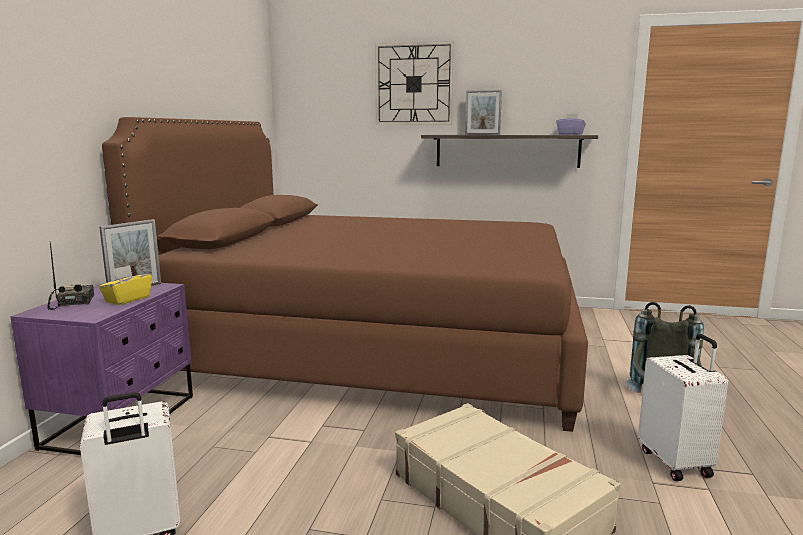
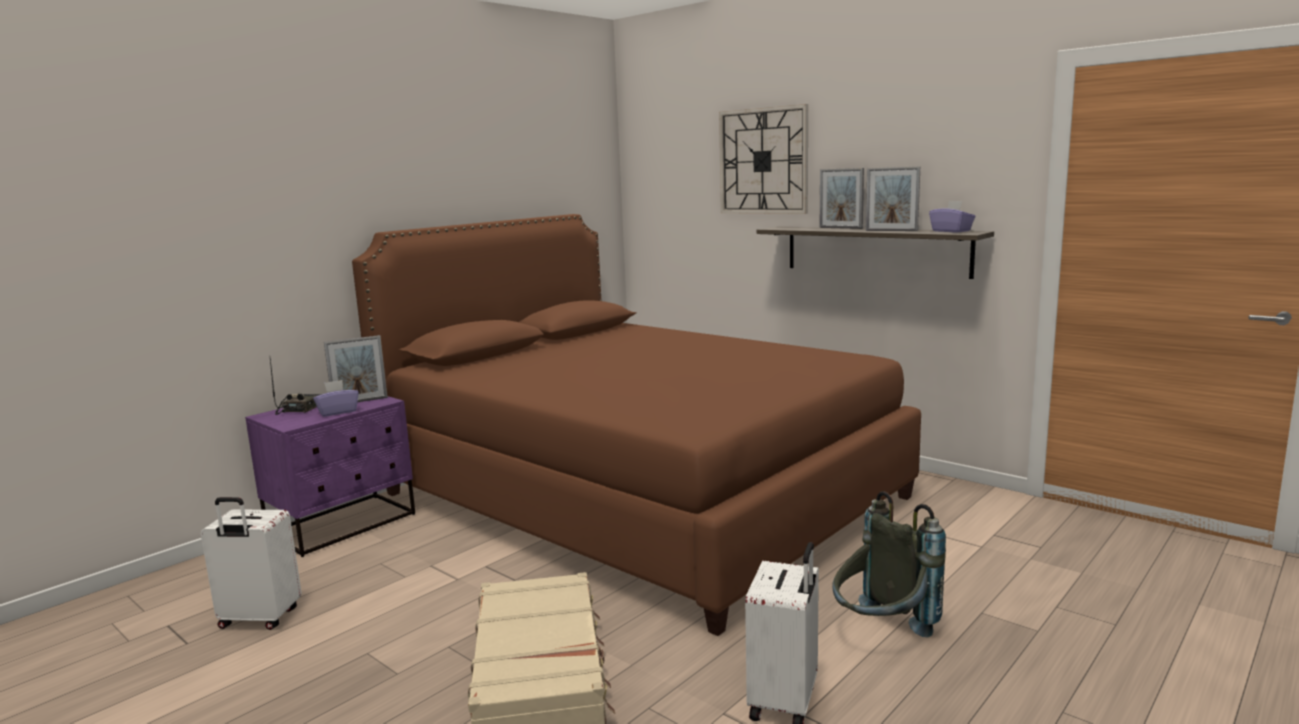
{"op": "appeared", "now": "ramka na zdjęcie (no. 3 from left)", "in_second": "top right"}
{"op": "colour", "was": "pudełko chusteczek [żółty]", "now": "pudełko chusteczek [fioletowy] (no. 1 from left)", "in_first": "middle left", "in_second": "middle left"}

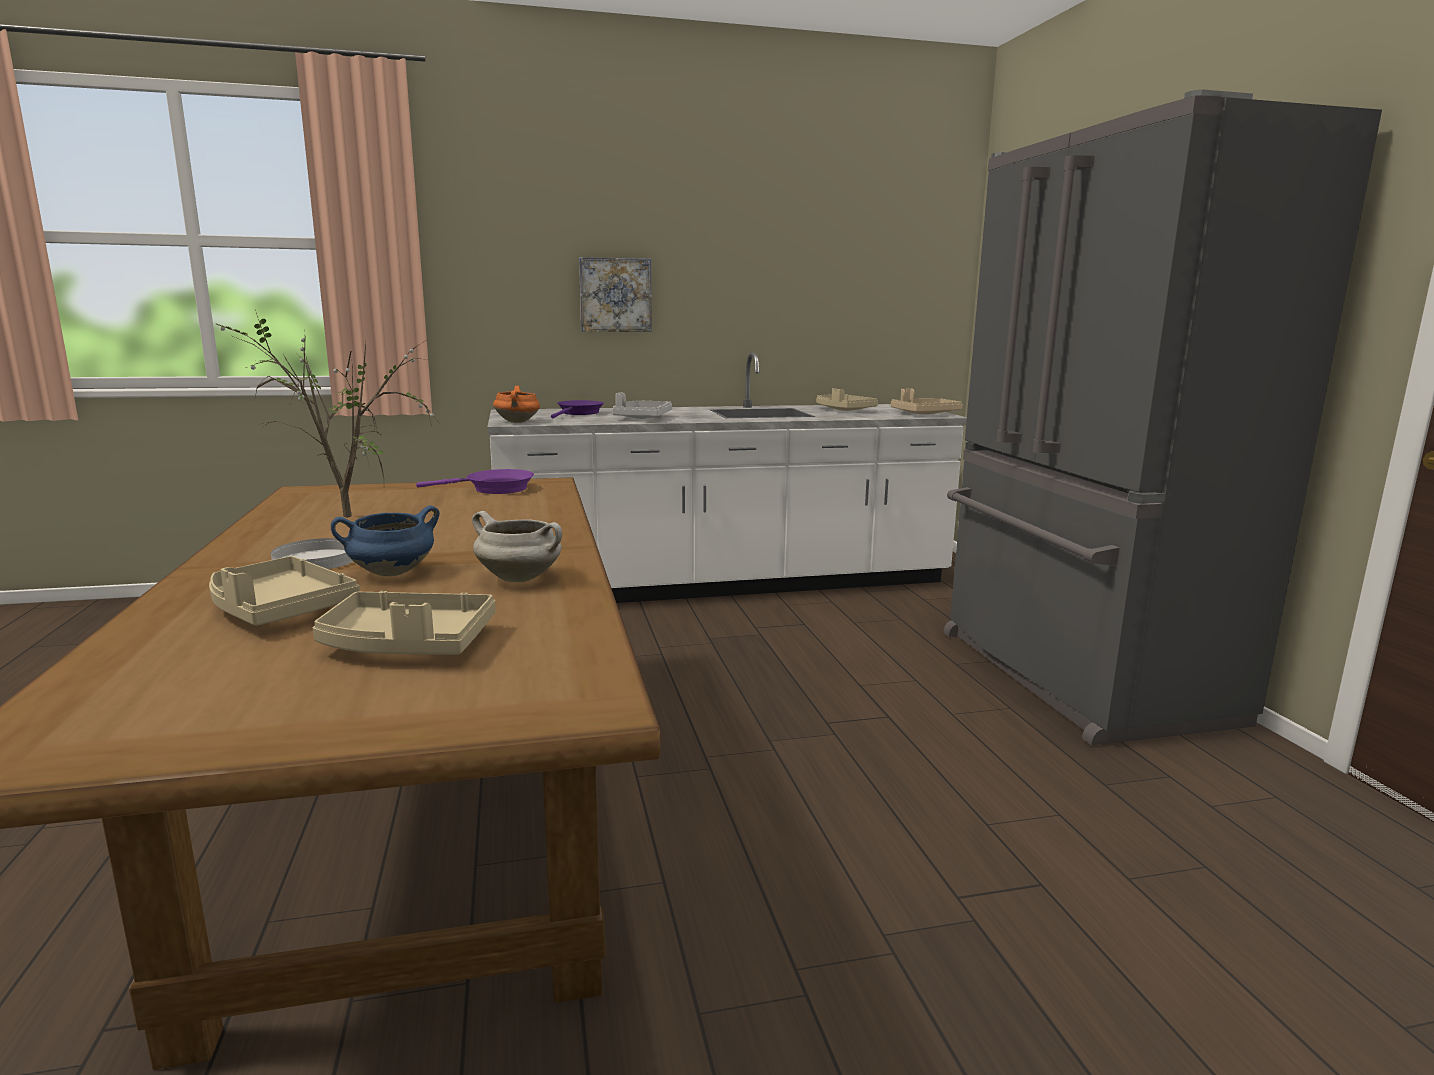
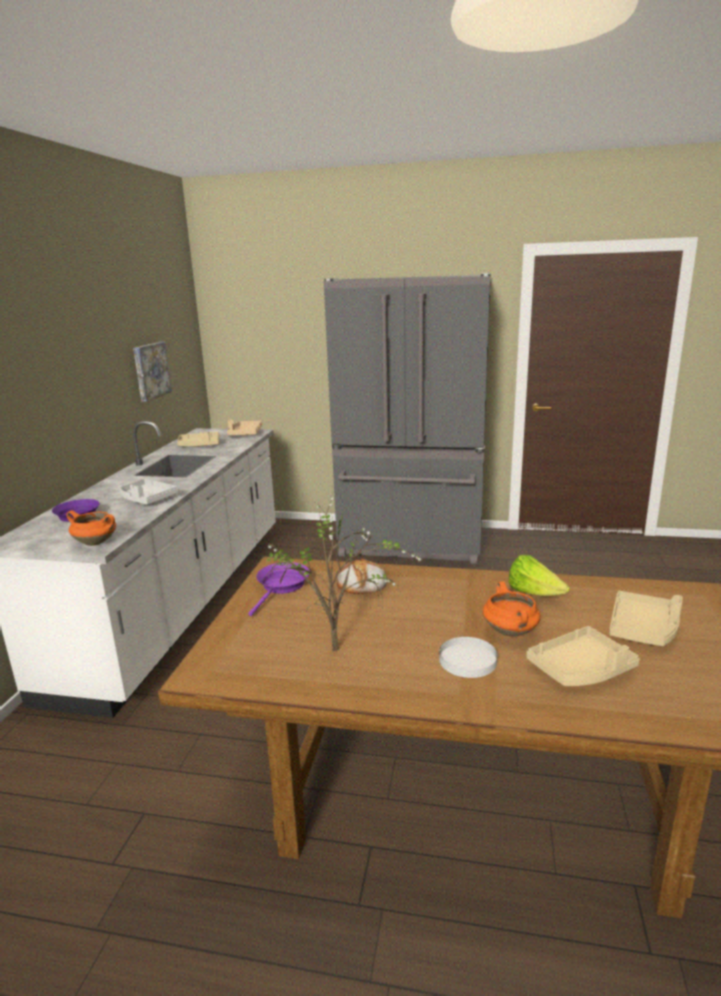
{"op": "appeared", "now": "chleb", "in_second": "centre"}
{"op": "relocated", "was": "obraz", "in_first": "top centre", "in_second": "middle left"}
{"op": "exchanged", "was": "garnek [biały]", "now": "sałata", "in_first": "centre", "in_second": "middle right"}
{"op": "colour", "was": "garnek [niebieski]", "now": "garnek [pomarańczowy] (no. 2 from left)", "in_first": "middle left", "in_second": "middle right"}

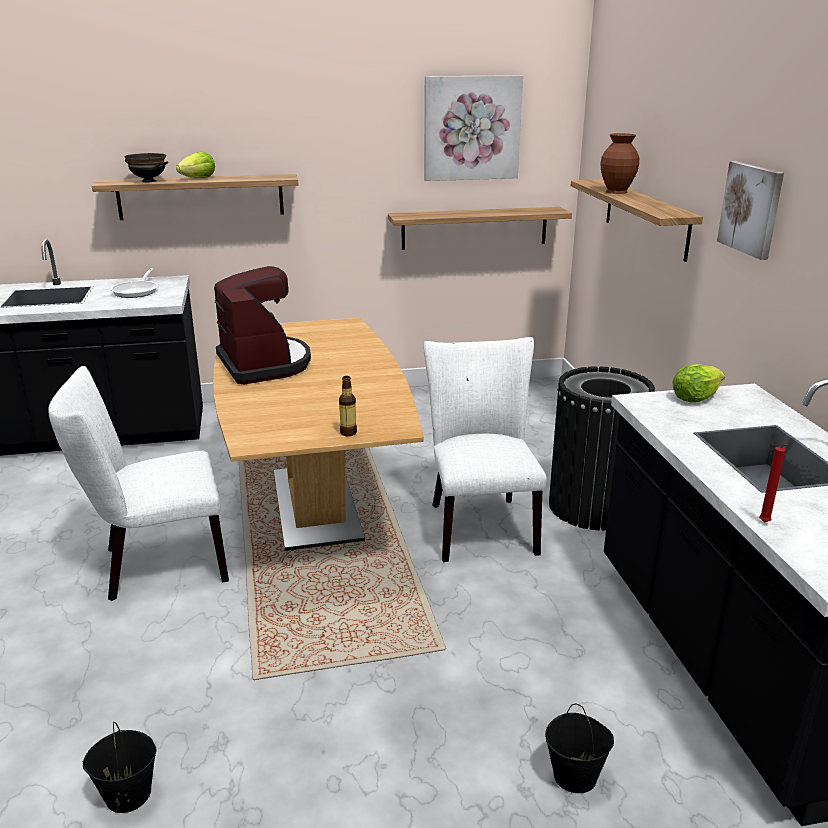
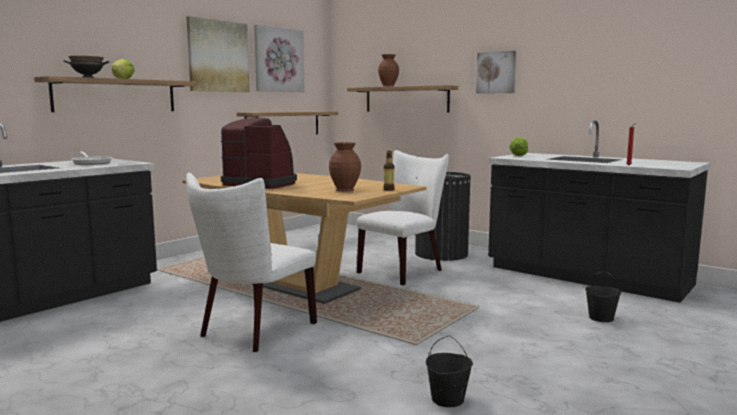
{"op": "appeared", "now": "obraz (no. 1 from left)", "in_second": "top left"}
{"op": "appeared", "now": "wazon [brązowy] (no. 1 from left)", "in_second": "centre"}
{"op": "spun", "was": "krzesło [biały] (no. 2 from left)", "in_first": "centre", "in_second": "centre", "clockwise": 90}

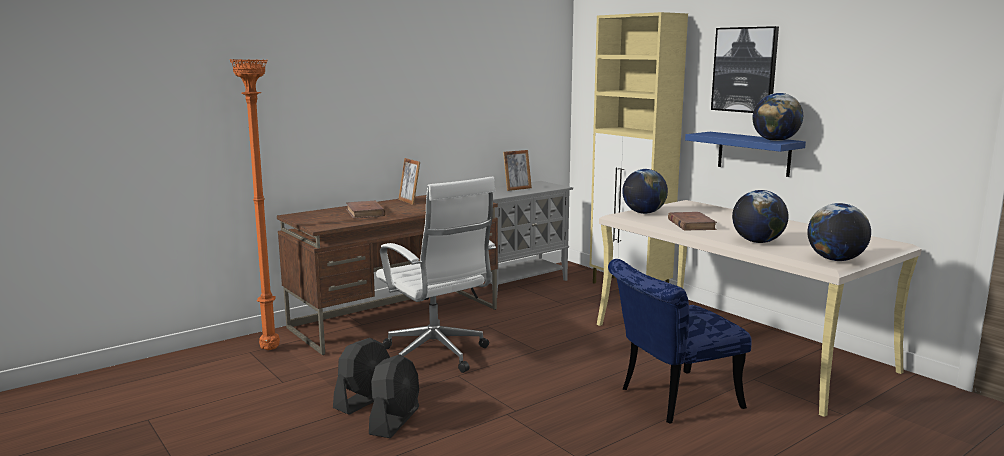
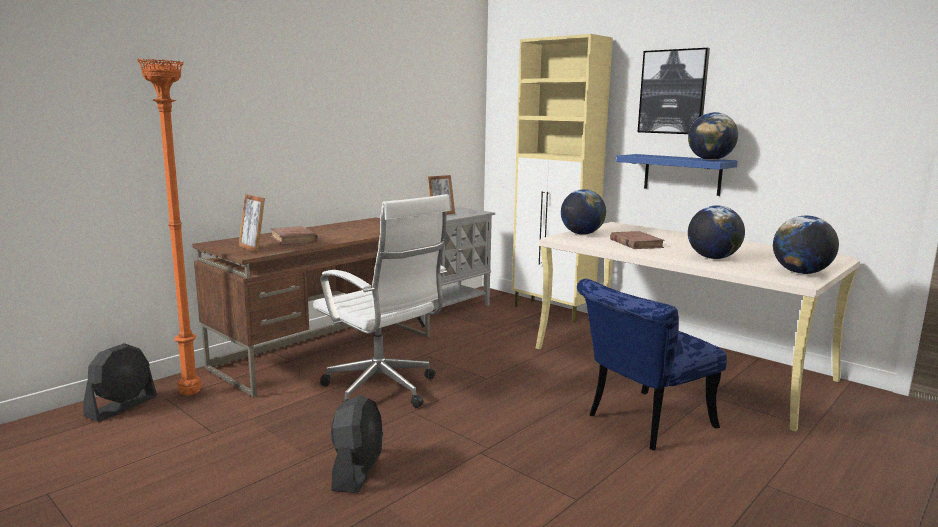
{"op": "relocated", "was": "wentylator [czarny] (no. 1 from left)", "in_first": "bottom centre", "in_second": "bottom left"}
{"op": "relocated", "was": "ramka na zdjęcie (no. 1 from left)", "in_first": "centre", "in_second": "middle left"}

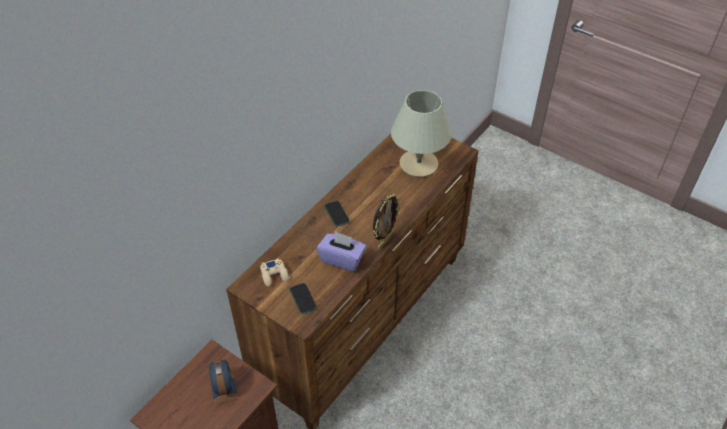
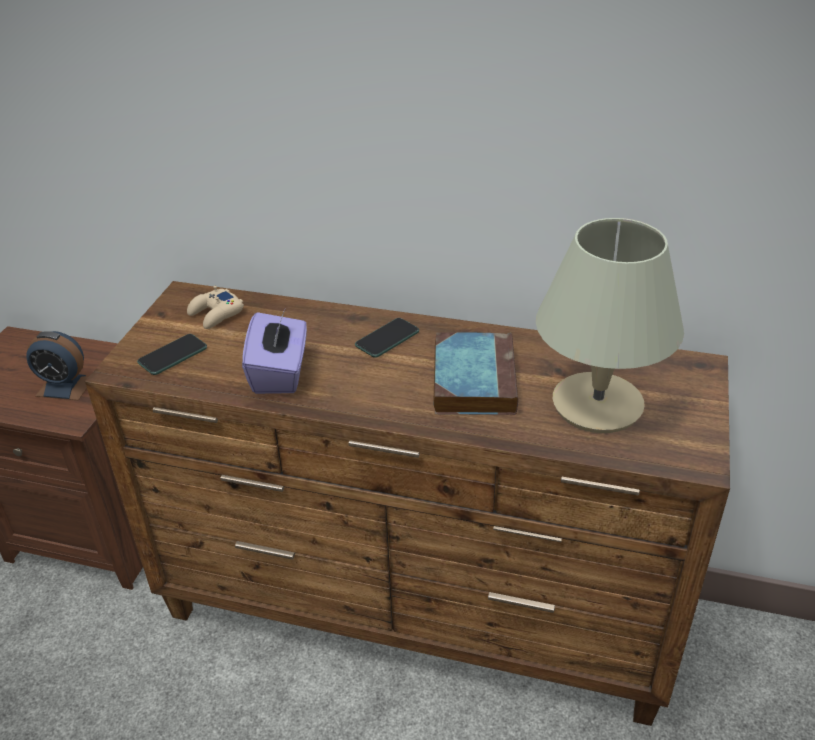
{"op": "missing", "was": "ramka na zdjęcie", "in_first": "centre"}
{"op": "appeared", "now": "książka", "in_second": "centre"}
{"op": "spun", "was": "budzik", "in_first": "bottom left", "in_second": "middle left", "clockwise": 45}

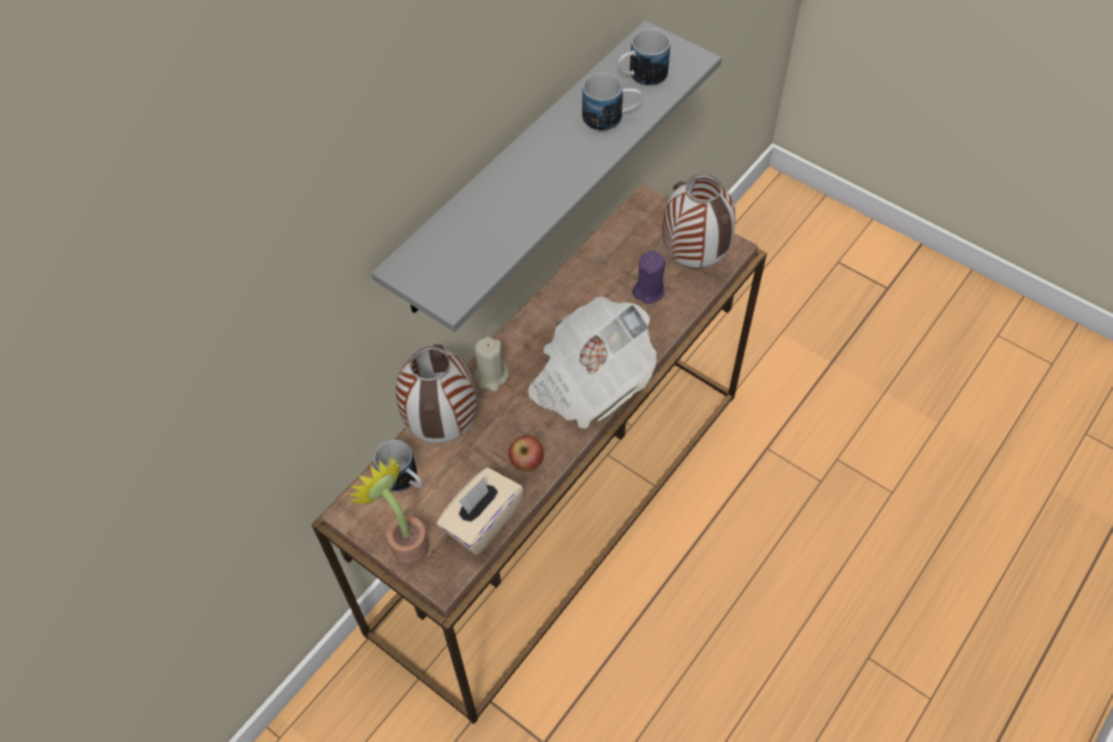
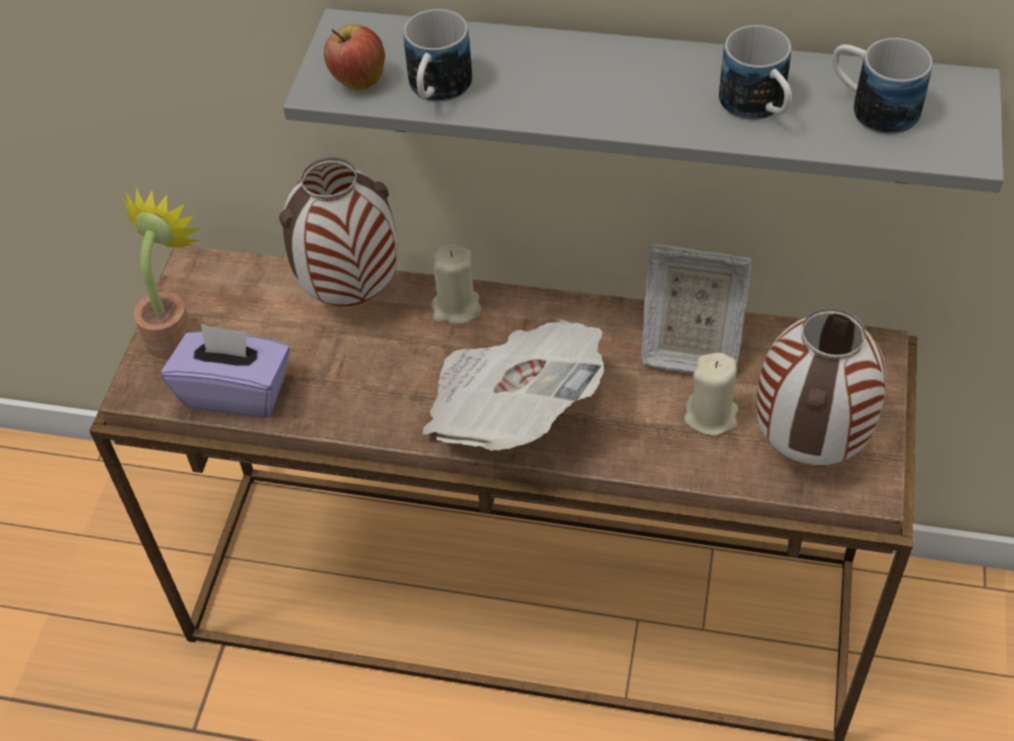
{"op": "appeared", "now": "ramka na zdjęcie", "in_second": "middle right"}
{"op": "relocated", "was": "kubek (no. 1 from left)", "in_first": "centre", "in_second": "top centre"}
{"op": "relocated", "was": "jabłko", "in_first": "centre", "in_second": "top centre"}
{"op": "colour", "was": "pudełko chusteczek [beżowy]", "now": "pudełko chusteczek [fioletowy]", "in_first": "bottom centre", "in_second": "middle left"}
{"op": "colour", "was": "świeca [fioletowy]", "now": "świeca [beżowy] (no. 2 from left)", "in_first": "centre", "in_second": "middle right"}

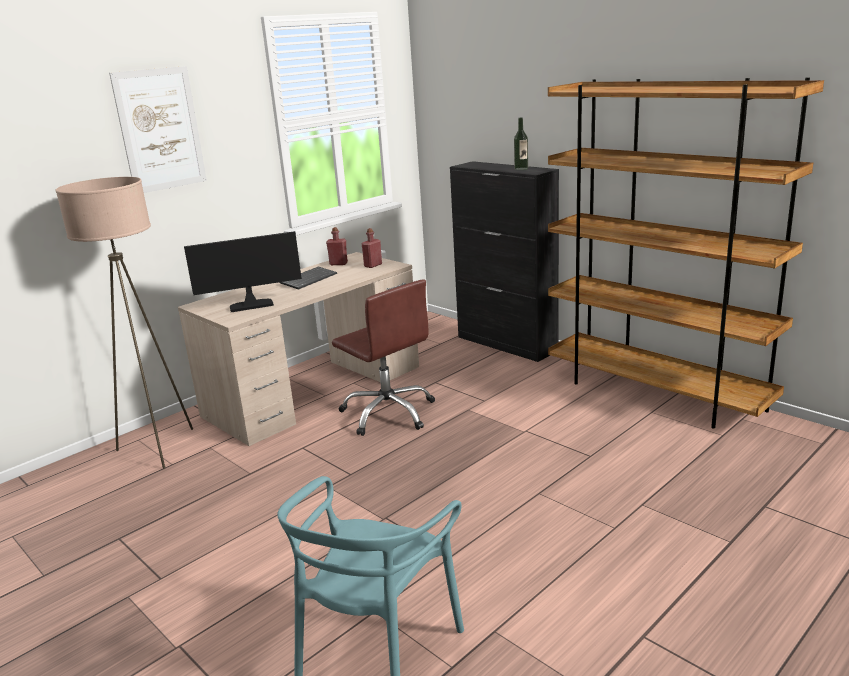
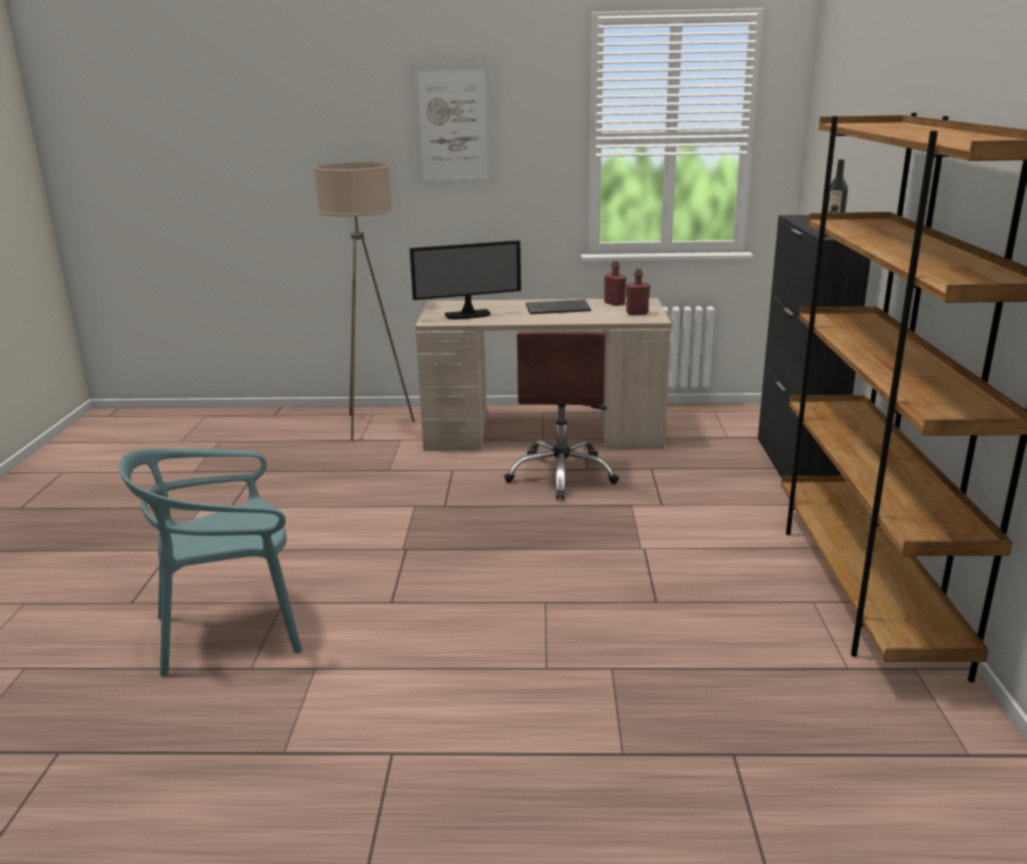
{"op": "spun", "was": "monitor", "in_first": "middle left", "in_second": "top centre", "clockwise": 135}

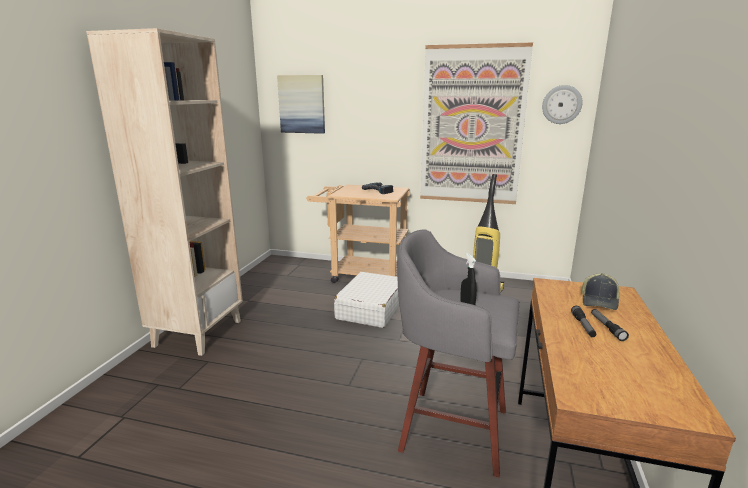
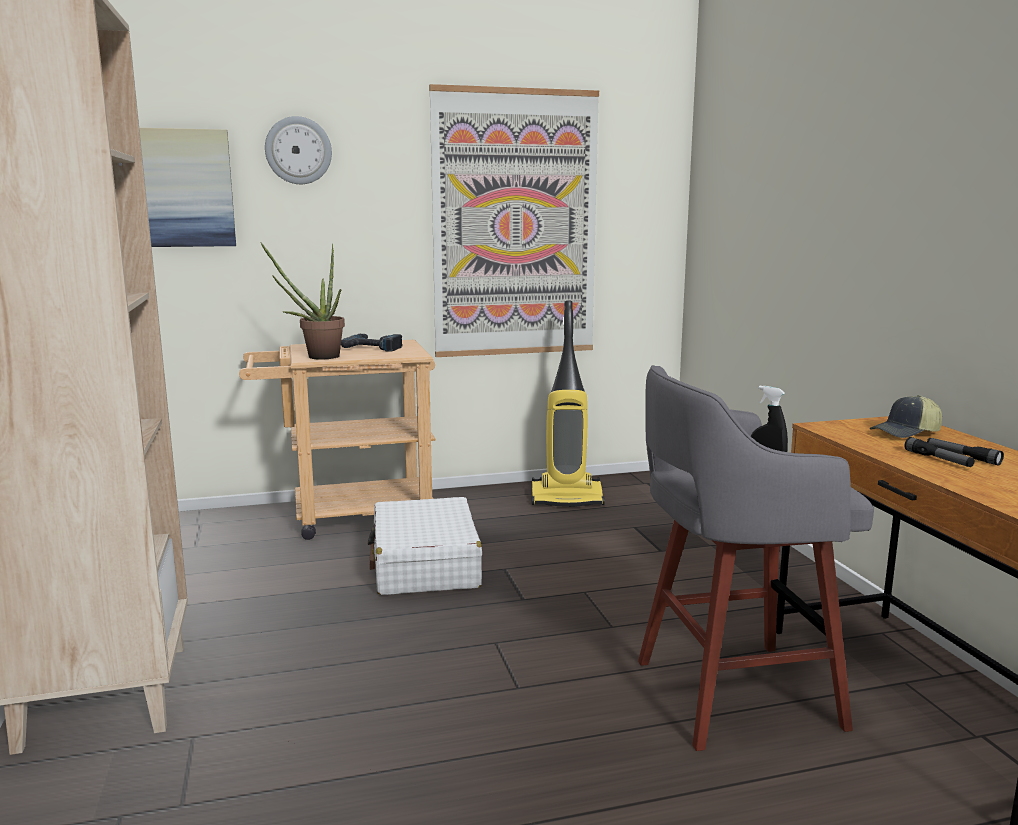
{"op": "appeared", "now": "roślina doniczkowa", "in_second": "middle left"}
{"op": "relocated", "was": "zegar ścienny", "in_first": "top right", "in_second": "top left"}
{"op": "spun", "was": "czapka z daszkiem", "in_first": "middle right", "in_second": "middle right", "clockwise": 75}

